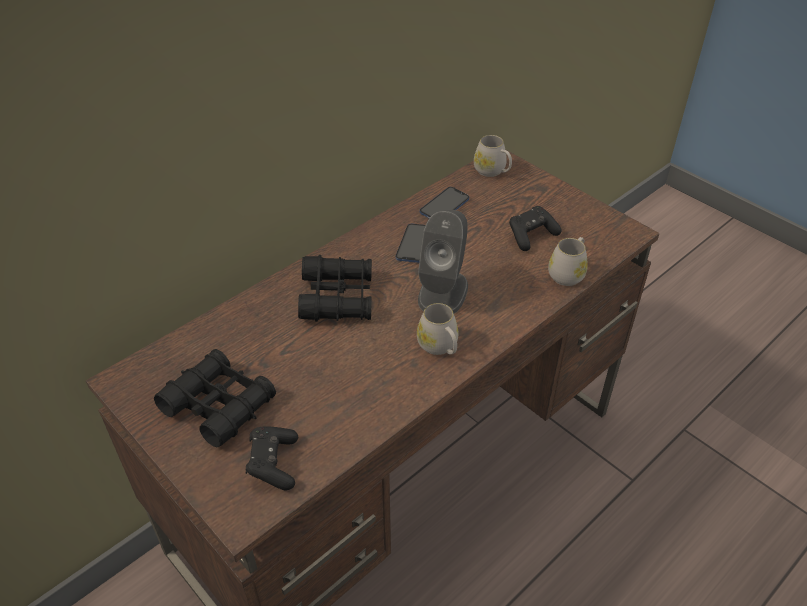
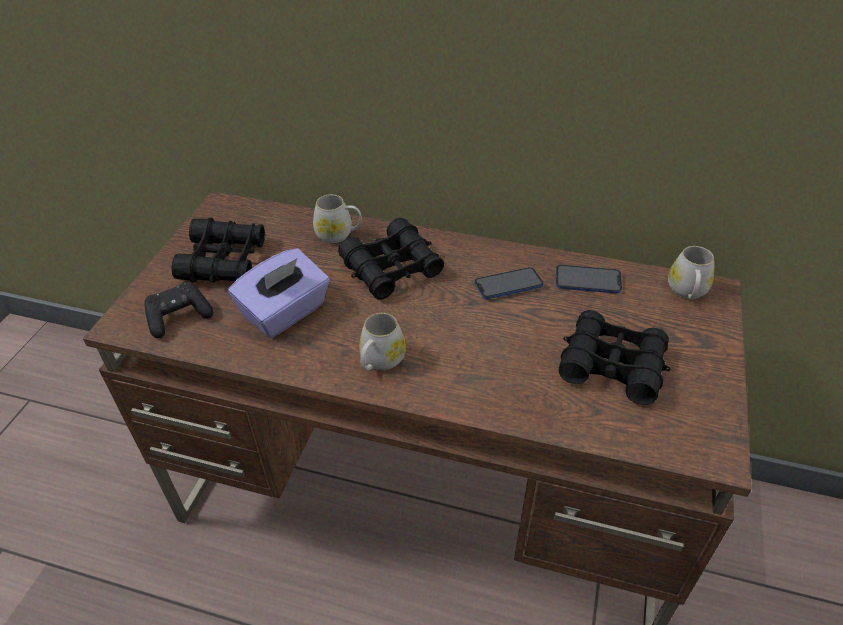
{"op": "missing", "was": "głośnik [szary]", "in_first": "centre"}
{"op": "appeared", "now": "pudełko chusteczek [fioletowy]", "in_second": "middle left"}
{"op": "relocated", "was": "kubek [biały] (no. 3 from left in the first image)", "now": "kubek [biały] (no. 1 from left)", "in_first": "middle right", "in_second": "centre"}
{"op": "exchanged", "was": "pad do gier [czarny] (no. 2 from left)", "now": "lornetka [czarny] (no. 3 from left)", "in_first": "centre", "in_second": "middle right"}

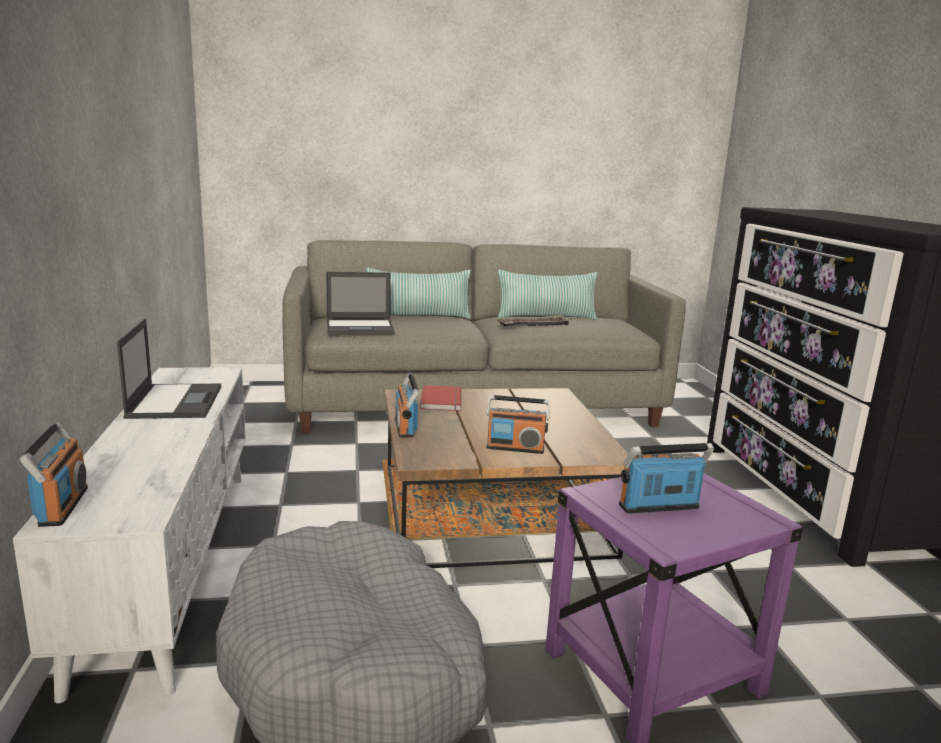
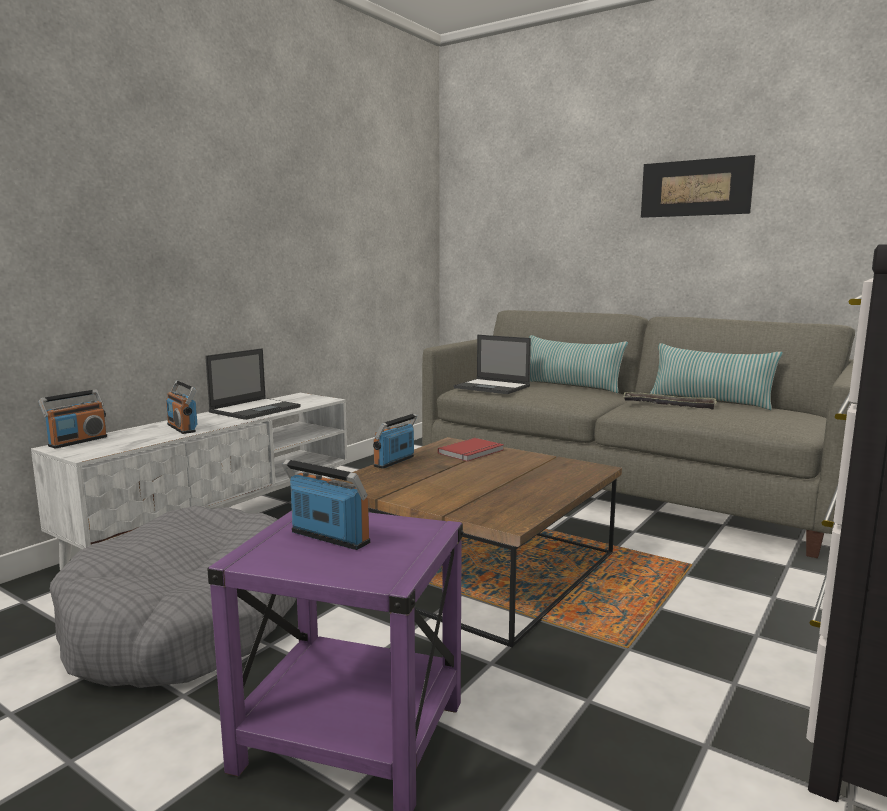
{"op": "appeared", "now": "obraz", "in_second": "top right"}
{"op": "relocated", "was": "radio (no. 3 from left in the first image)", "now": "radio (no. 2 from left)", "in_first": "centre", "in_second": "middle left"}

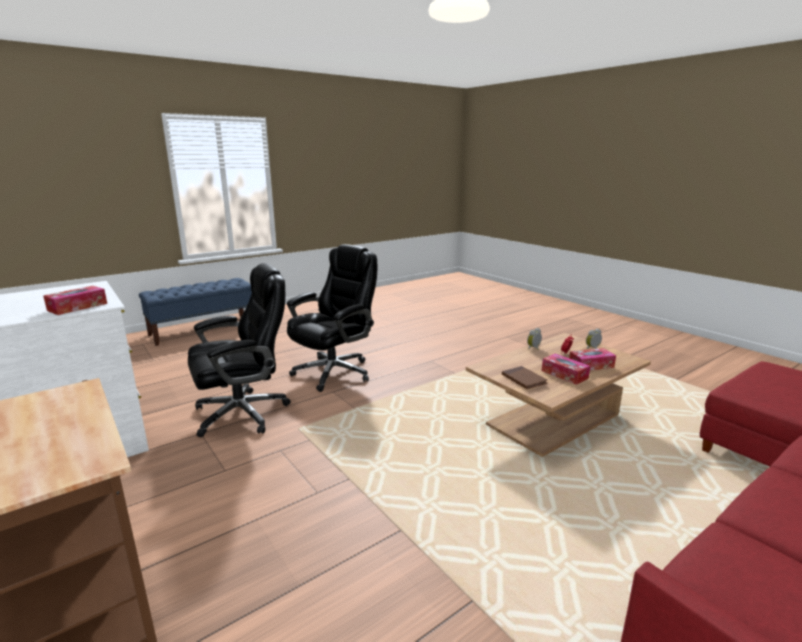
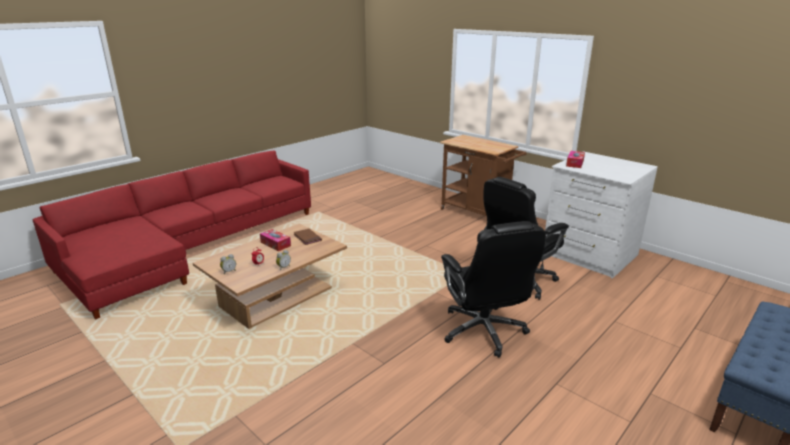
{"op": "missing", "was": "pudełko chusteczek (no. 3 from left)", "in_first": "middle right"}
{"op": "spun", "was": "krzesło biurowe [czarny] (no. 2 from left in the first image)", "in_first": "centre", "in_second": "centre", "clockwise": -45}

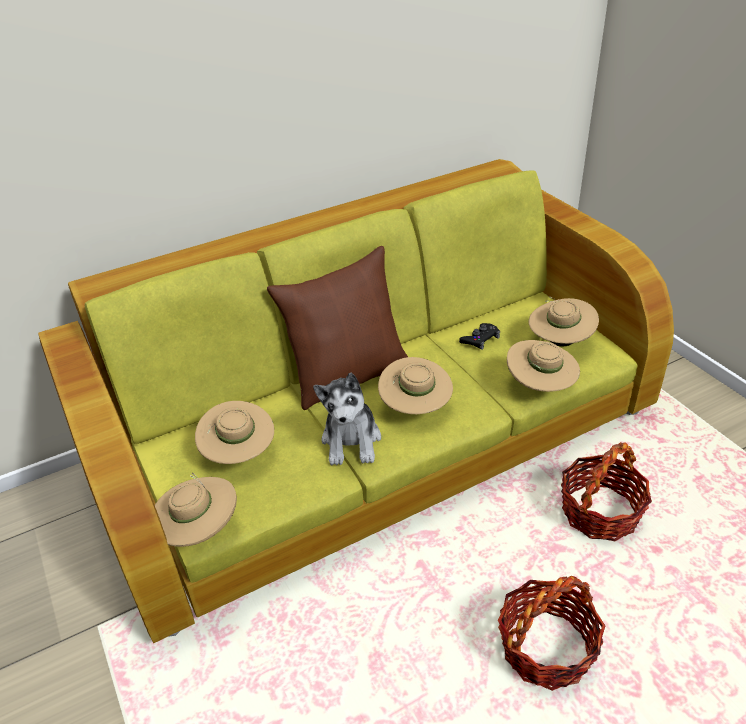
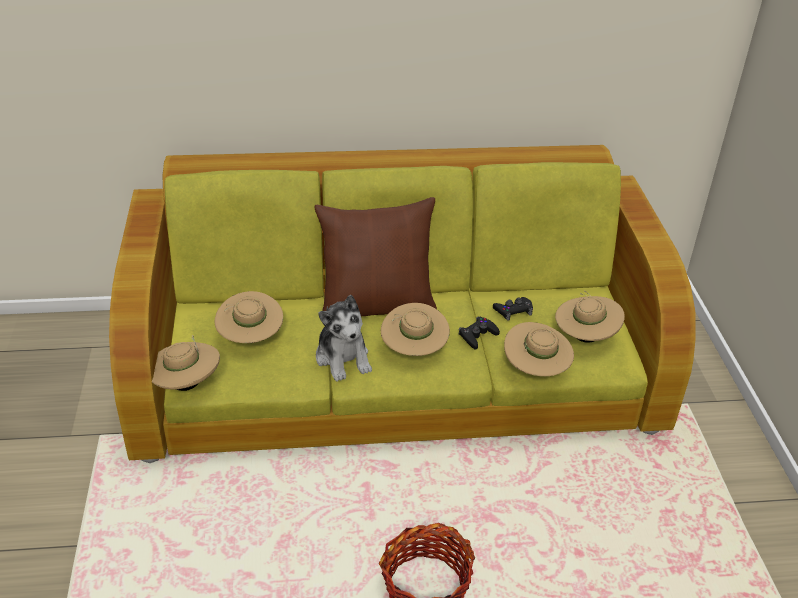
{"op": "missing", "was": "koszyk (no. 2 from left)", "in_first": "bottom right"}
{"op": "appeared", "now": "pad do gier [czarny] (no. 1 from left)", "in_second": "centre"}
{"op": "spun", "was": "pluszak", "in_first": "centre", "in_second": "centre", "clockwise": -45}

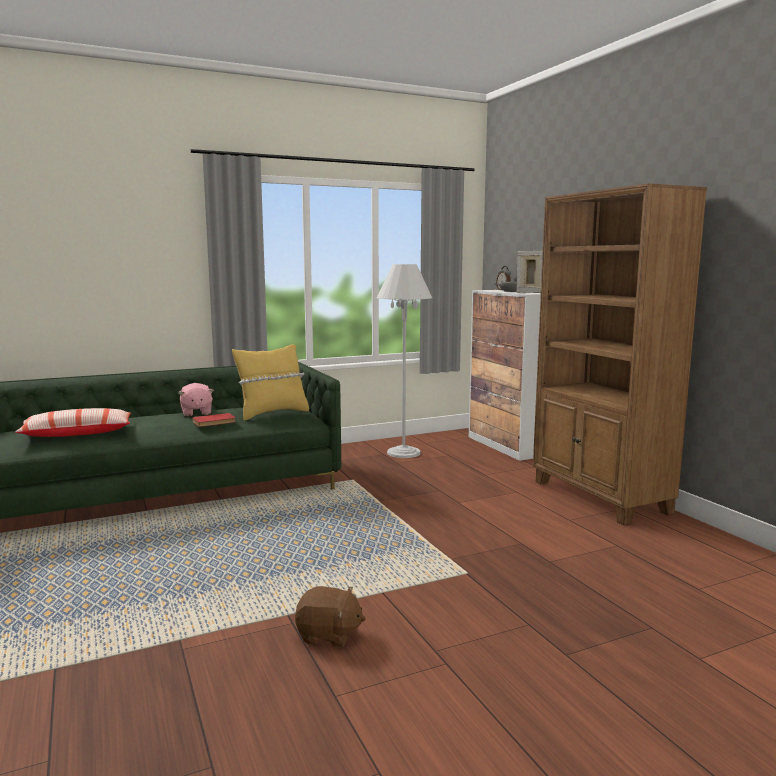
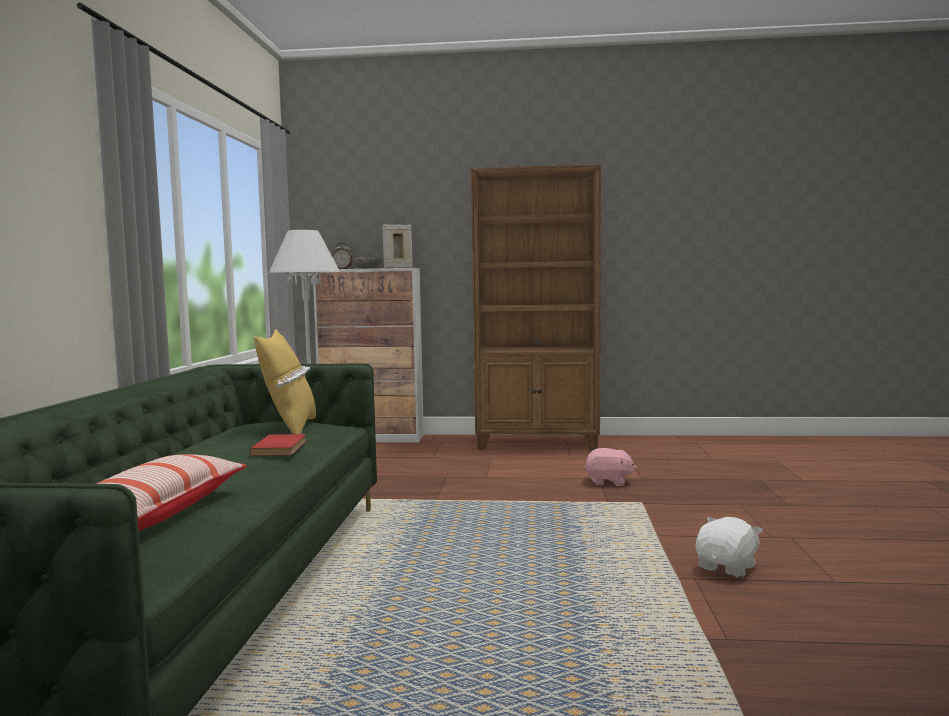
{"op": "relocated", "was": "pluszak [różowy]", "in_first": "middle left", "in_second": "centre"}
{"op": "colour", "was": "pluszak [brązowy]", "now": "pluszak [biały]", "in_first": "bottom centre", "in_second": "bottom right"}

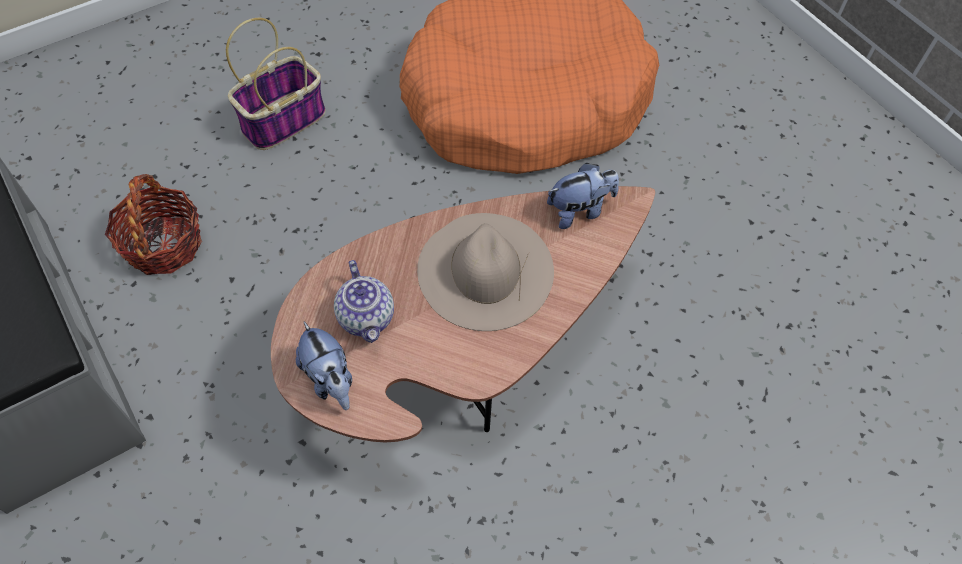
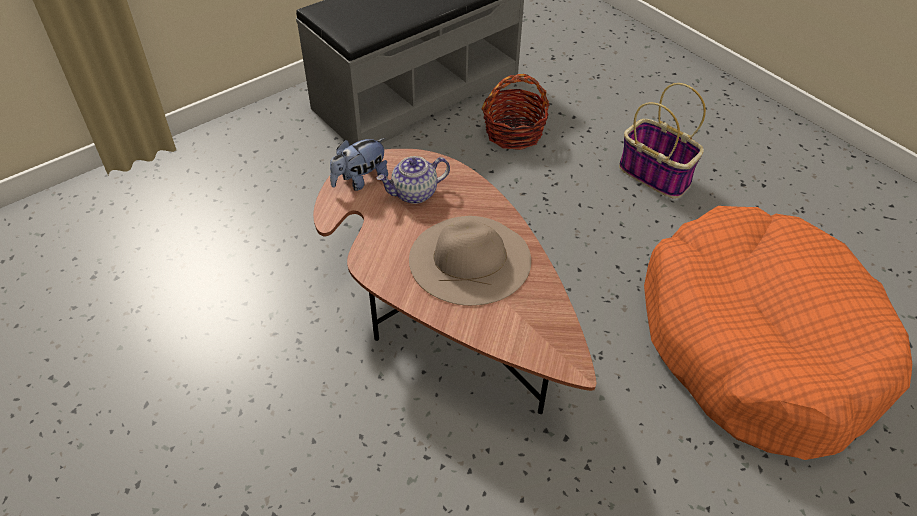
{"op": "missing", "was": "pluszak (no. 2 from left)", "in_first": "centre"}

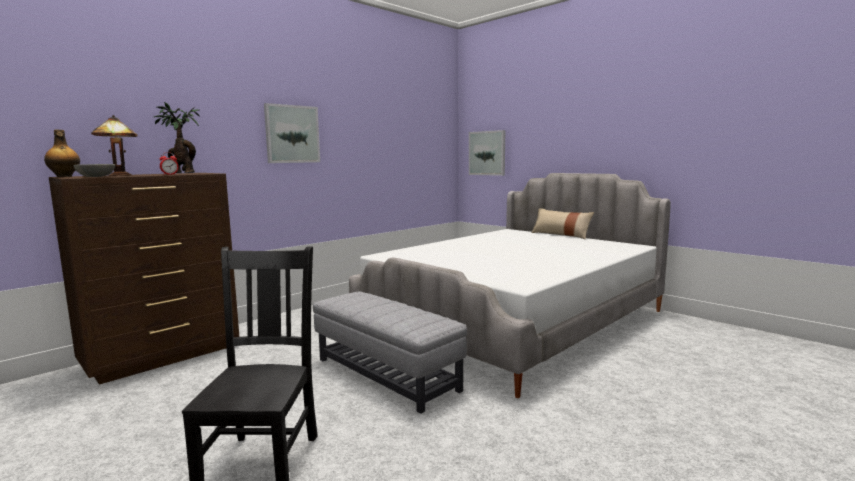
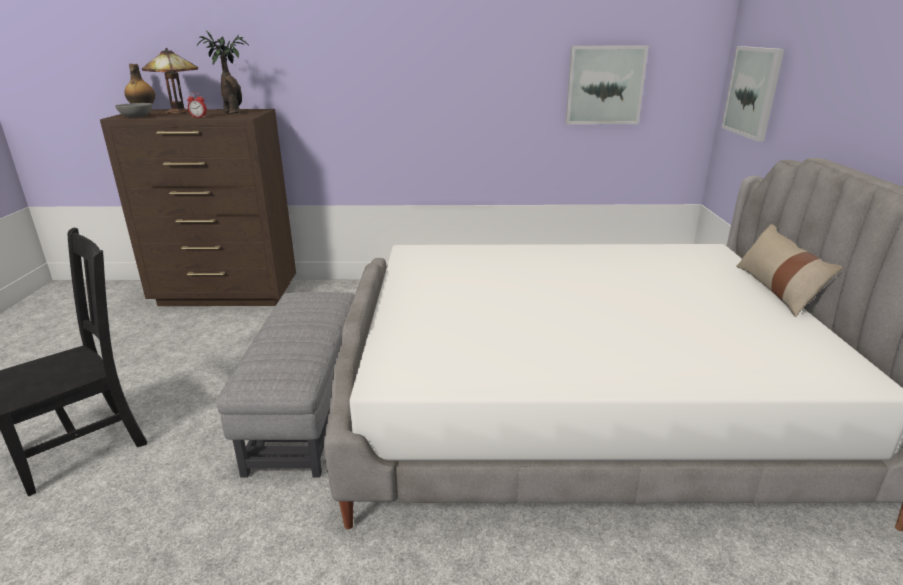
{"op": "relocated", "was": "obraz (no. 1 from left)", "in_first": "top centre", "in_second": "top right"}

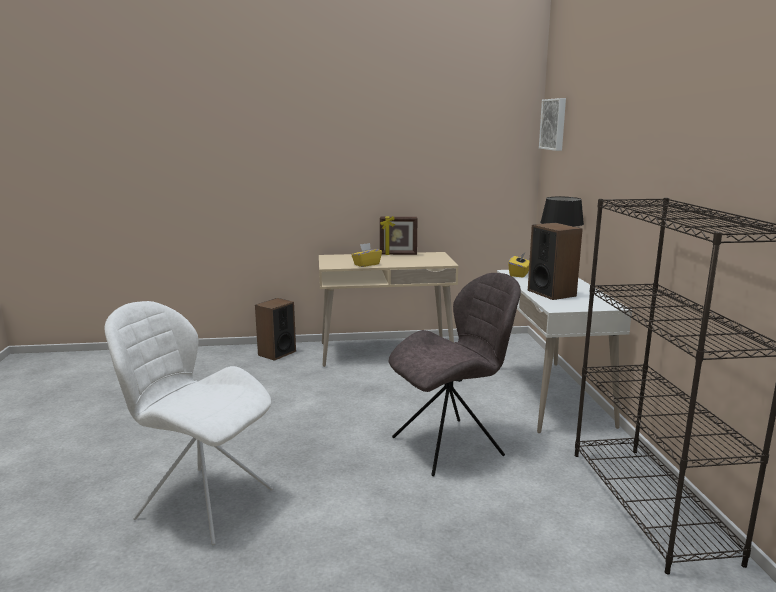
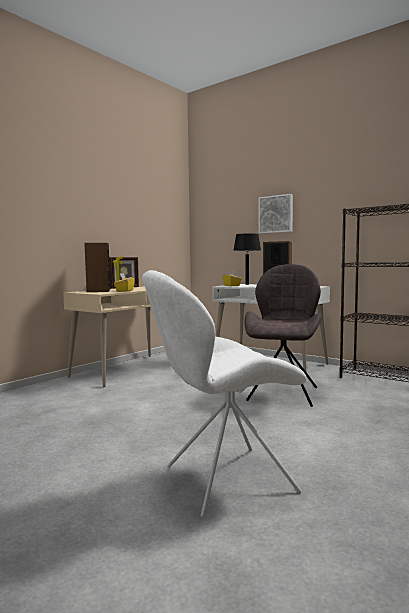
{"op": "relocated", "was": "głośnik (no. 1 from left)", "in_first": "centre", "in_second": "middle left"}
{"op": "relocated", "was": "obraz", "in_first": "top right", "in_second": "middle right"}

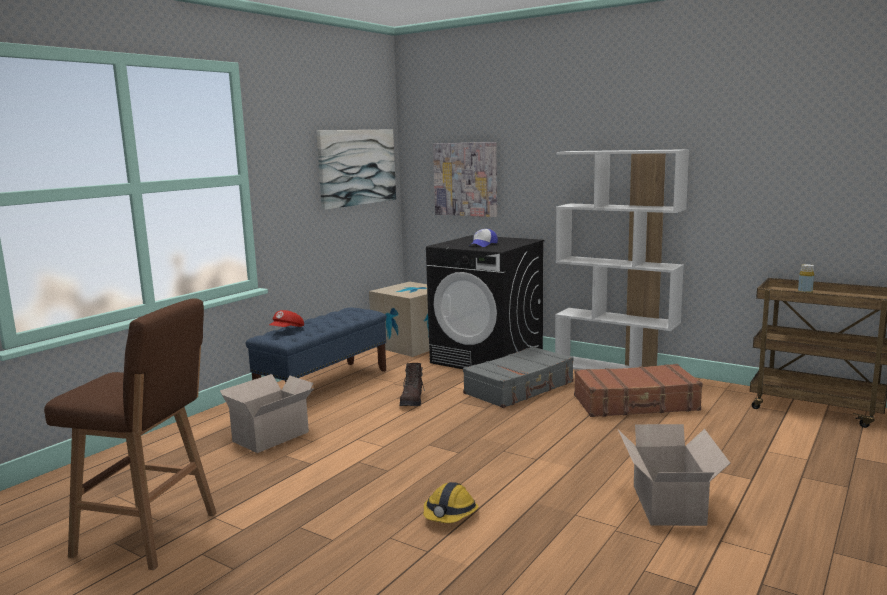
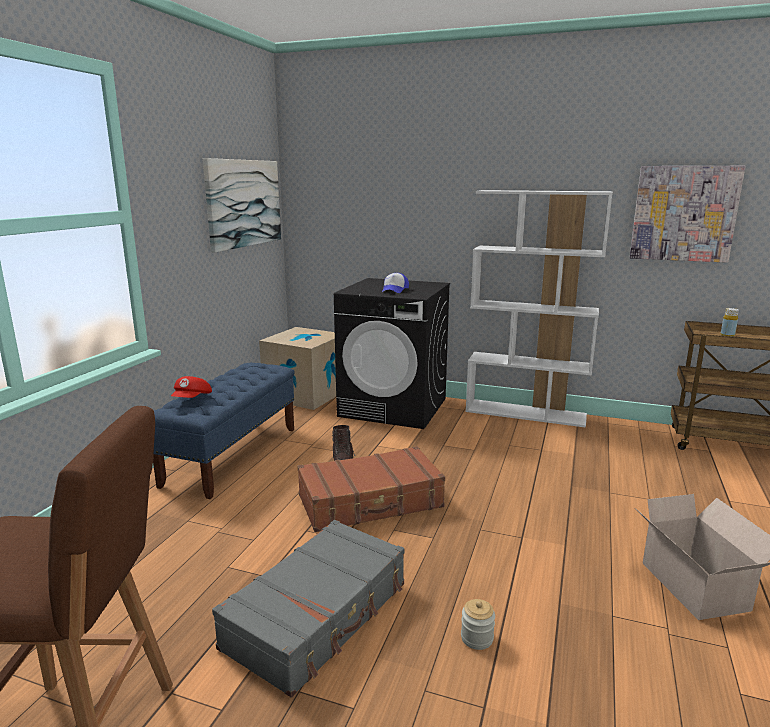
{"op": "missing", "was": "karton (no. 1 from left)", "in_first": "bottom left"}
{"op": "relocated", "was": "obraz (no. 2 from left)", "in_first": "top centre", "in_second": "top right"}
{"op": "relocated", "was": "walizka [szary]", "in_first": "centre", "in_second": "bottom centre"}
{"op": "relocated", "was": "walizka [brązowy]", "in_first": "middle right", "in_second": "bottom centre"}
{"op": "exchanged", "was": "kask", "now": "słoik", "in_first": "bottom centre", "in_second": "bottom centre"}

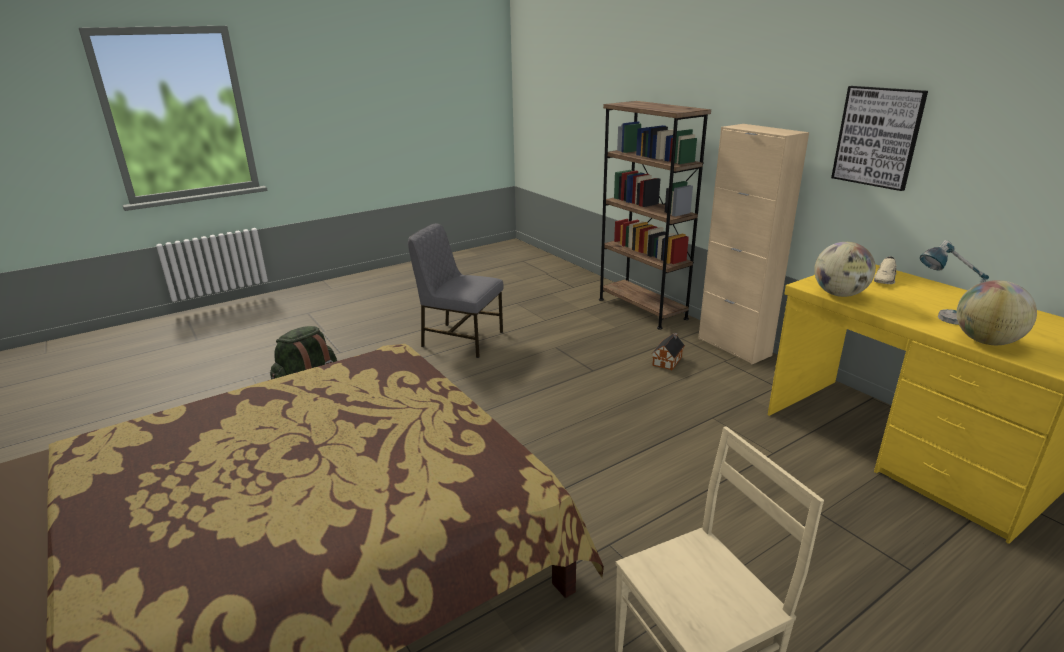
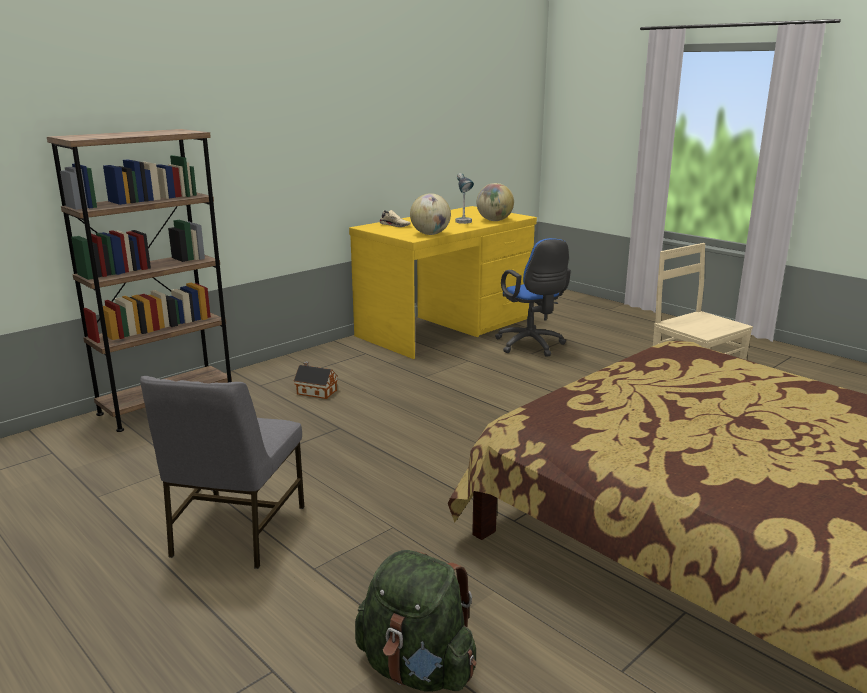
{"op": "missing", "was": "szafka [beżowy]", "in_first": "middle right"}
{"op": "missing", "was": "obraz", "in_first": "top right"}
{"op": "appeared", "now": "krzesło biurowe [niebieski]", "in_second": "centre"}

